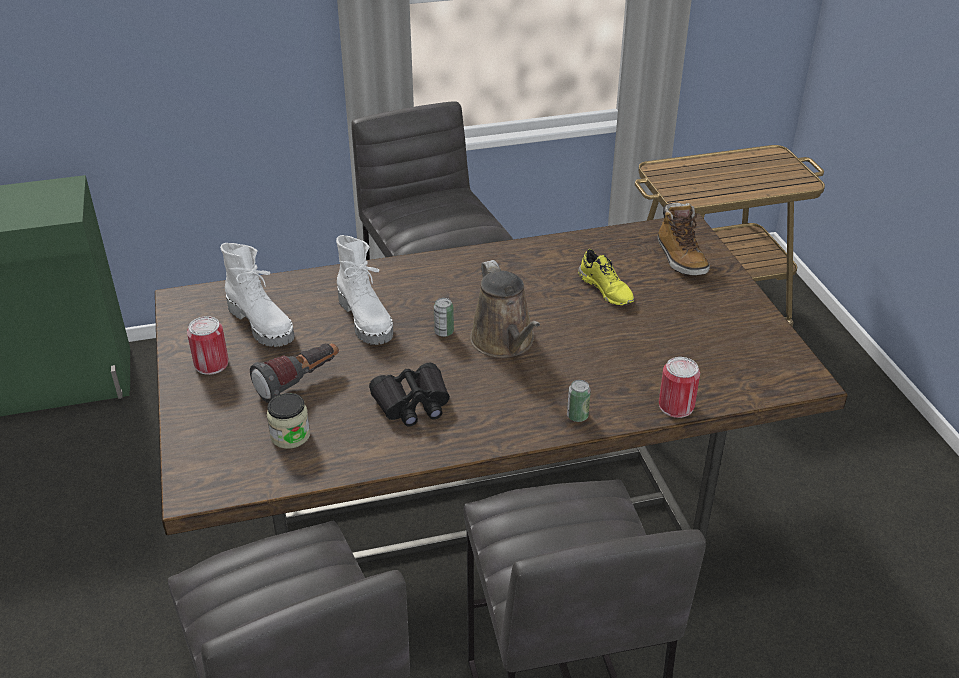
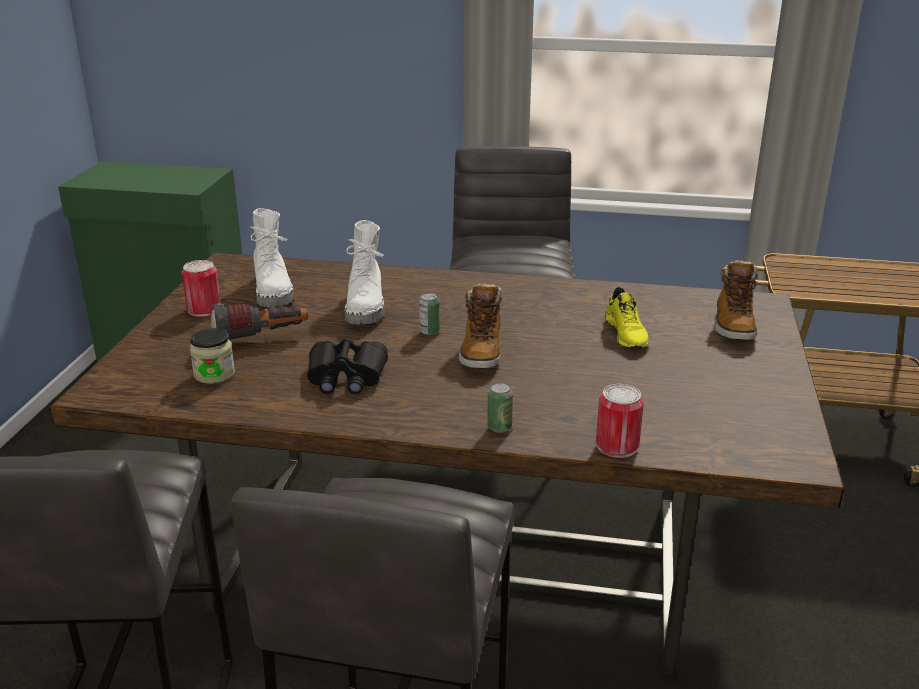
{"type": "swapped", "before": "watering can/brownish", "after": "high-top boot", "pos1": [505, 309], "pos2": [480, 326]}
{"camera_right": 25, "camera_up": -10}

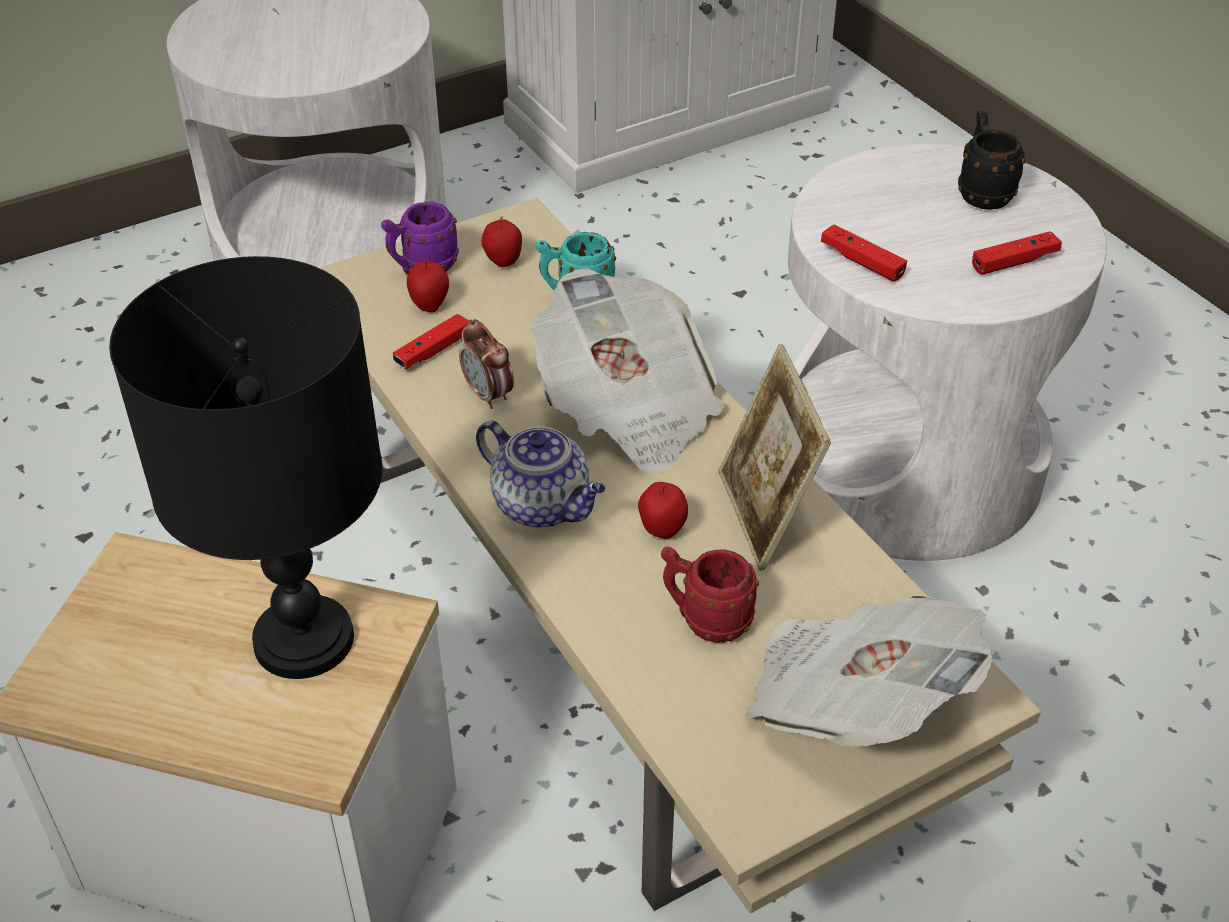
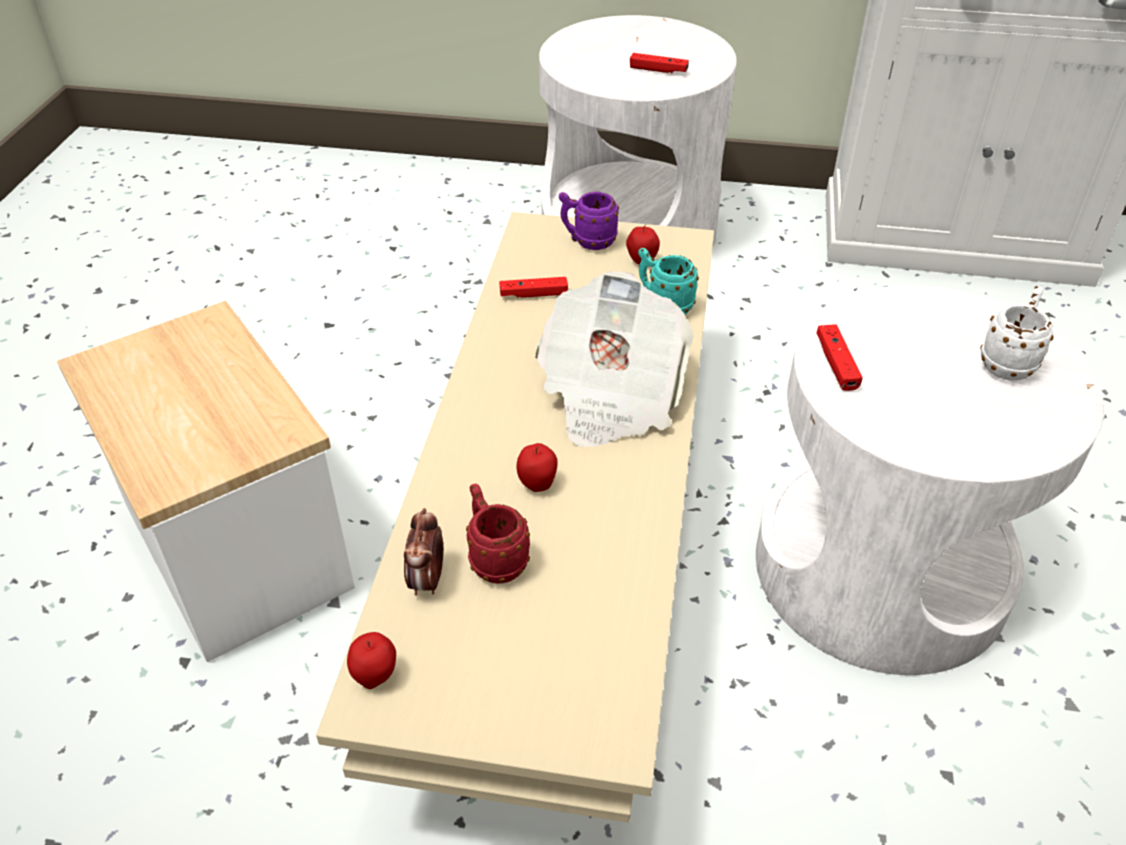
{"type": "gone", "before": "tabletop lamp/black-coloured", "pos1": [246, 467]}
{"type": "shifted", "before": "apple", "pos1": [428, 286], "pos2": [371, 660]}
{"type": "shifted", "before": "alarm clock", "pos1": [486, 364], "pos2": [423, 552]}
{"type": "gone", "before": "tea pot", "pos1": [540, 474]}
{"type": "gone", "before": "standing frame", "pos1": [775, 457]}
{"type": "gone", "before": "daily paper", "pos1": [869, 671]}
{"type": "repainted", "before": "coffee mug/black-coloured", "after": "coffee mug/whitish", "pos1": [991, 160], "pos2": [1017, 333]}
{"type": "shifted", "before": "gamepad/red", "pos1": [1017, 253], "pos2": [659, 63]}
{"camera_right": 40, "camera_up": 0}

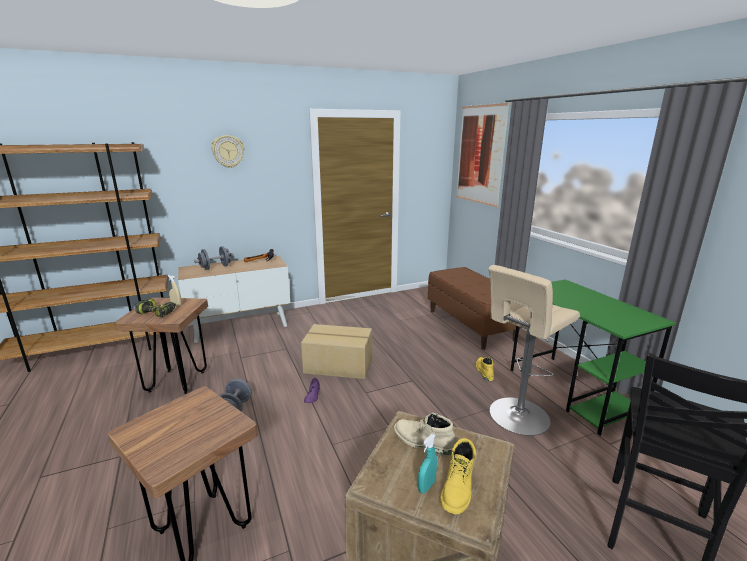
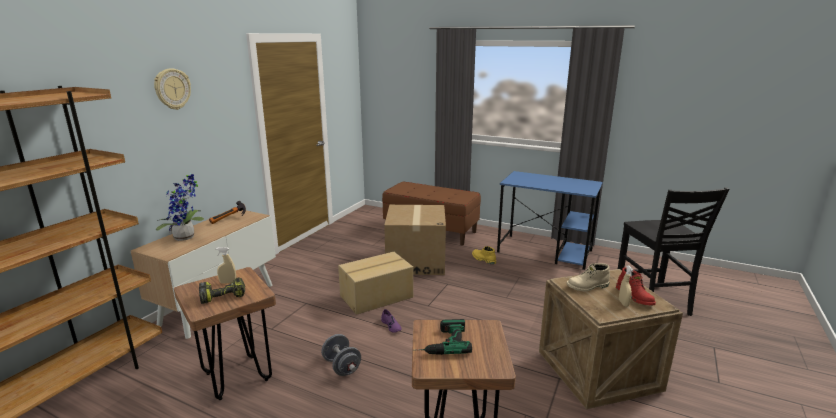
{"type": "swapped", "before": "hand weight/greyish", "after": "houseplant", "pos1": [214, 258], "pos2": [180, 207]}
{"type": "repainted", "before": "sprayer/turquoise-coloured", "after": "sprayer/beige-coloured", "pos1": [427, 464], "pos2": [626, 286]}
{"type": "repainted", "before": "high-top boot/yellow", "after": "high-top boot/red", "pos1": [458, 476], "pos2": [636, 286]}
{"type": "gone", "before": "wall picture", "pos1": [482, 155]}
{"type": "gone", "before": "stool/beige-coloured", "pos1": [534, 350]}
{"type": "repainted", "before": "desk/green", "after": "desk/bluish", "pos1": [593, 357], "pos2": [550, 220]}
{"type": "new", "after": "cardboard box", "pos2": [415, 240]}
{"type": "new", "after": "power drill", "pos2": [445, 337]}
{"camera_right": -40, "camera_up": 0}

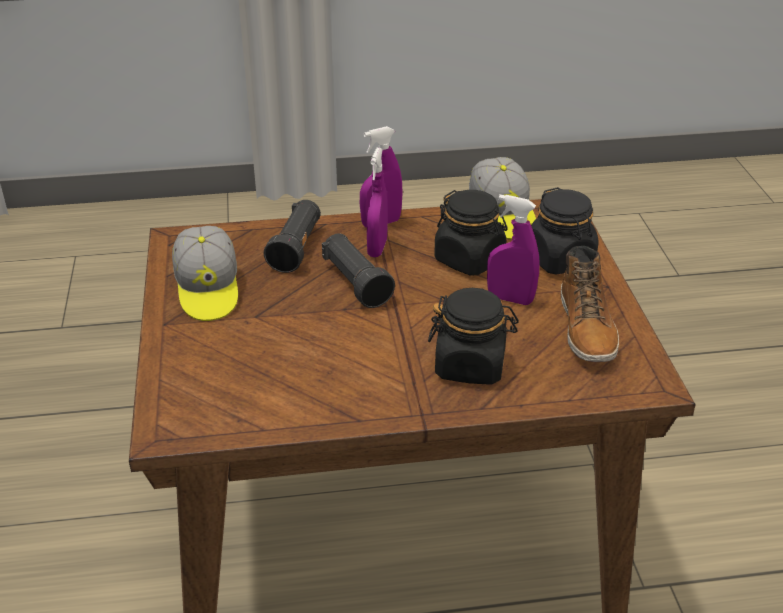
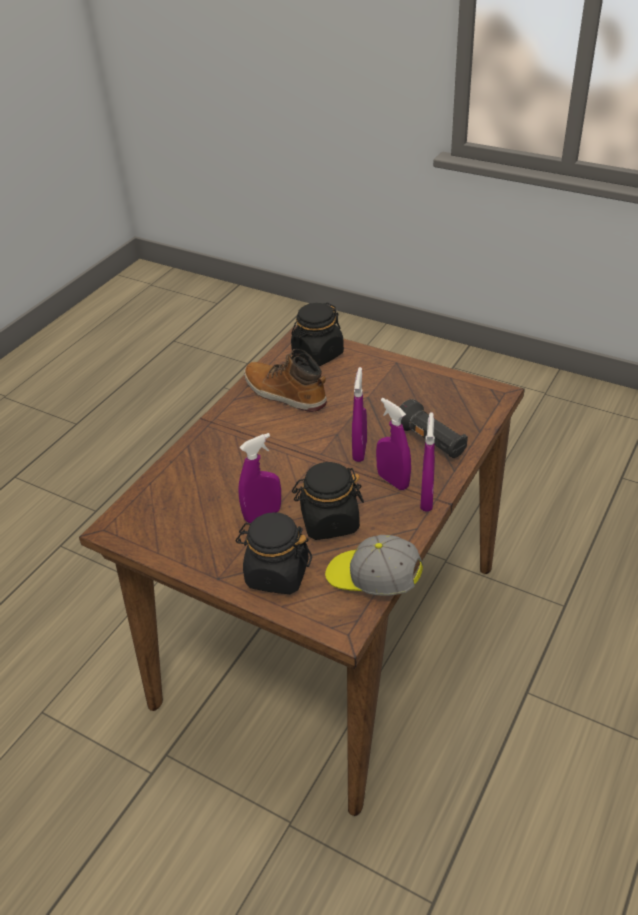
{"type": "gone", "before": "cap", "pos1": [205, 273]}
{"type": "swapped", "before": "hand torch/black-coloured", "after": "sprayer/purple", "pos1": [358, 270], "pos2": [359, 414]}
{"type": "shifted", "before": "preserve jar/black-coloured", "pos1": [473, 336], "pos2": [317, 334]}
{"type": "shifted", "before": "high-top boot", "pos1": [590, 304], "pos2": [285, 380]}
{"camera_right": 130, "camera_up": 5}

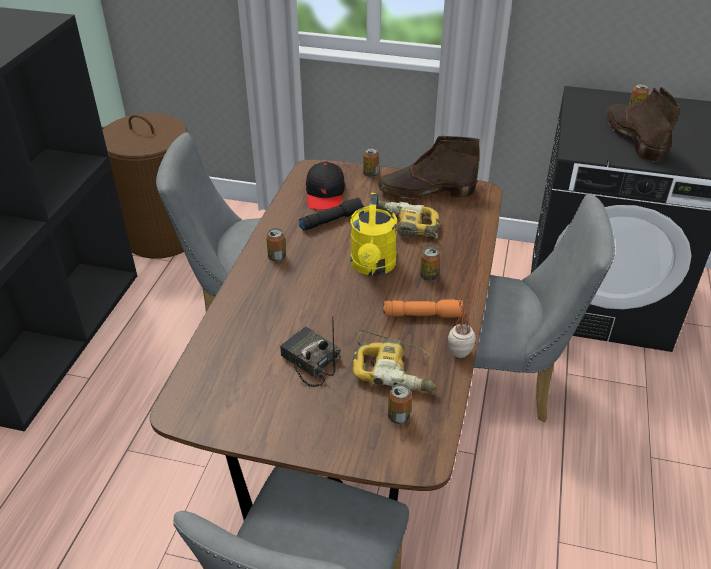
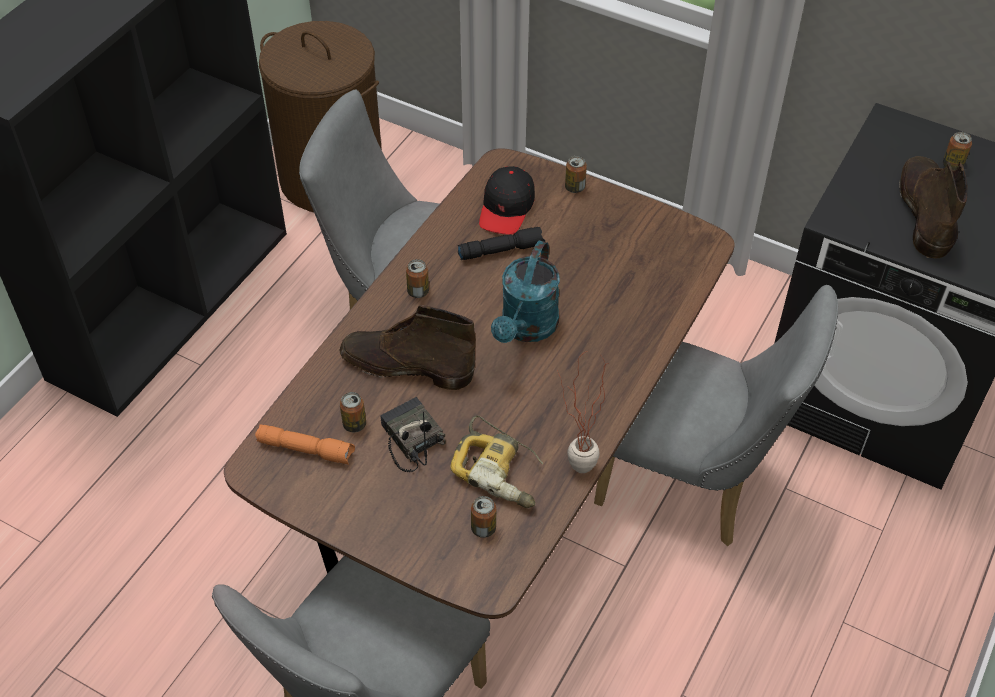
{"type": "repainted", "before": "watering can/yellow", "after": "watering can/turquoise-coloured", "pos1": [373, 234], "pos2": [525, 291]}
{"type": "shifted", "before": "high-top boot/brownish", "pos1": [429, 167], "pos2": [408, 347]}
{"type": "gone", "before": "power drill", "pos1": [409, 220]}
{"type": "shifted", "before": "hand torch/orange-coloured", "pos1": [424, 309], "pos2": [305, 444]}
{"type": "shifted", "before": "metal can", "pos1": [430, 264], "pos2": [353, 412]}
{"camera_right": 15, "camera_up": 10}

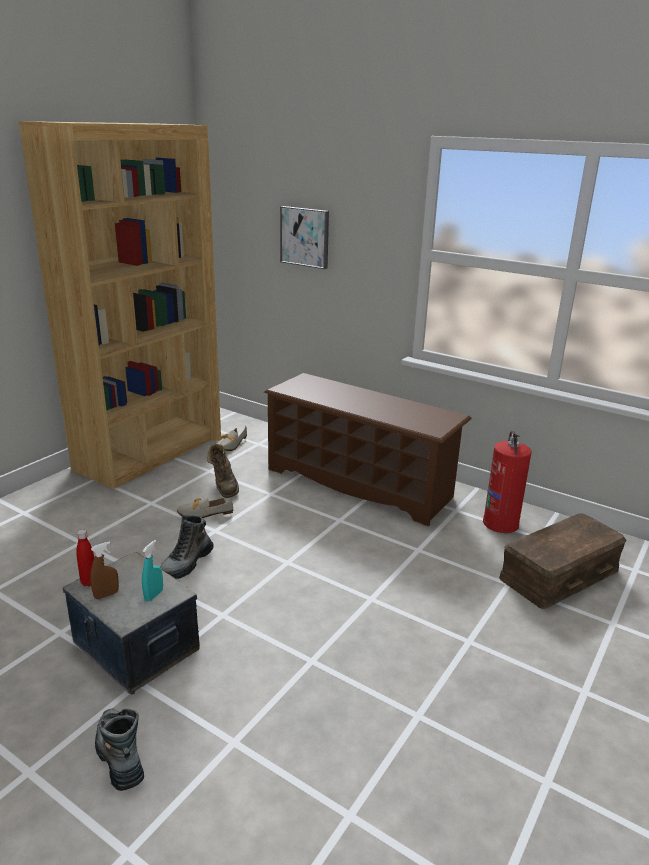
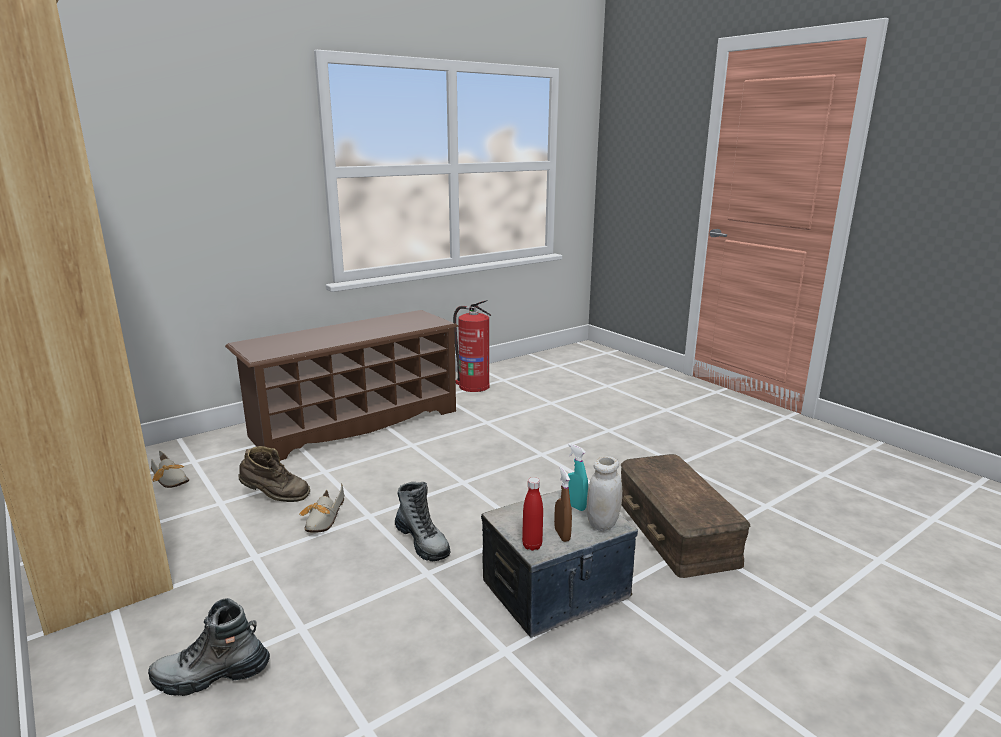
{"type": "shifted", "before": "high-top boot", "pos1": [119, 750], "pos2": [209, 647]}
{"type": "gone", "before": "wall picture", "pos1": [304, 237]}
{"type": "shifted", "before": "storage container/brownish", "pos1": [562, 561], "pos2": [686, 516]}
{"type": "new", "after": "preserve jar/whitish", "pos2": [604, 493]}
{"camera_right": -70, "camera_up": -5}

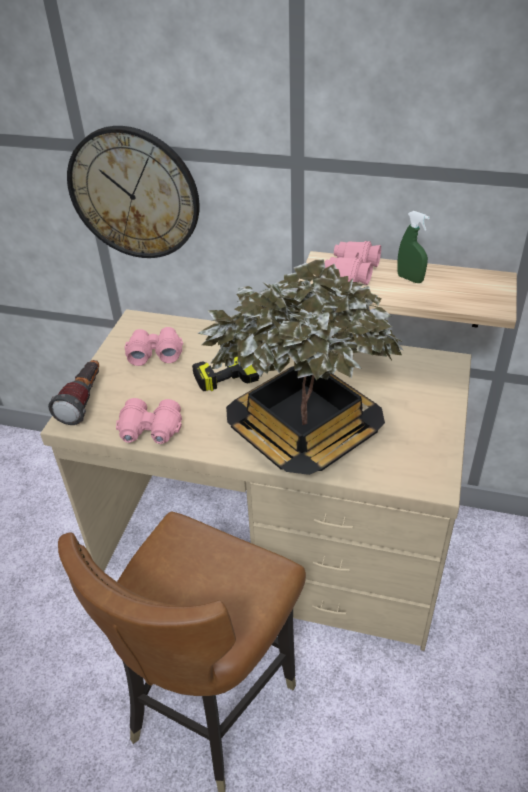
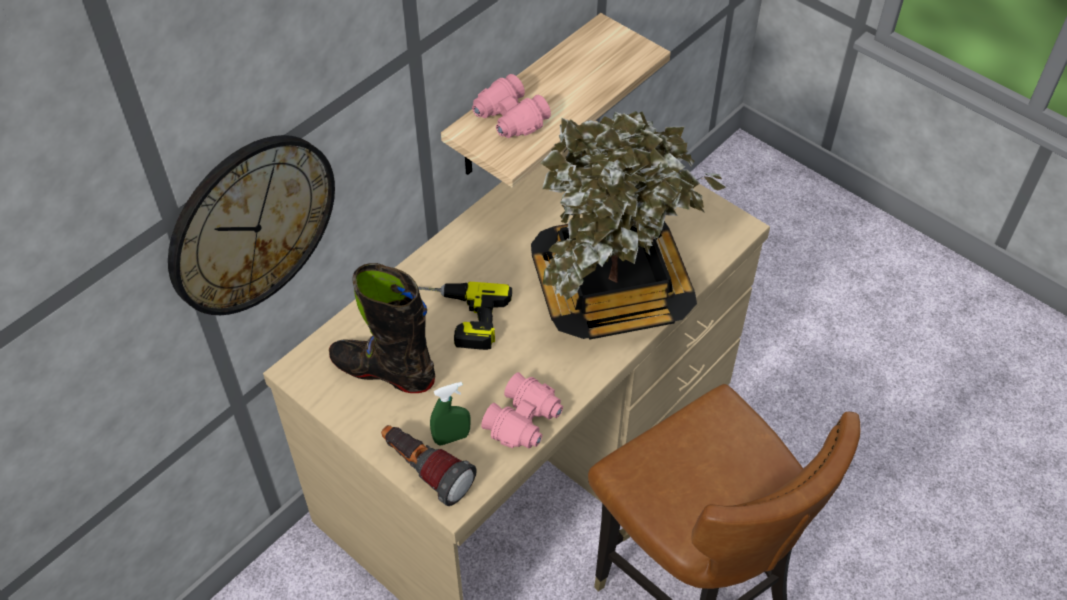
{"type": "swapped", "before": "pair of binoculars/pinkish", "after": "high-top boot/black-coloured", "pos1": [153, 346], "pos2": [382, 328]}
{"type": "shifted", "before": "sprayer/green", "pos1": [413, 247], "pos2": [450, 413]}
{"camera_right": -65, "camera_up": 10}

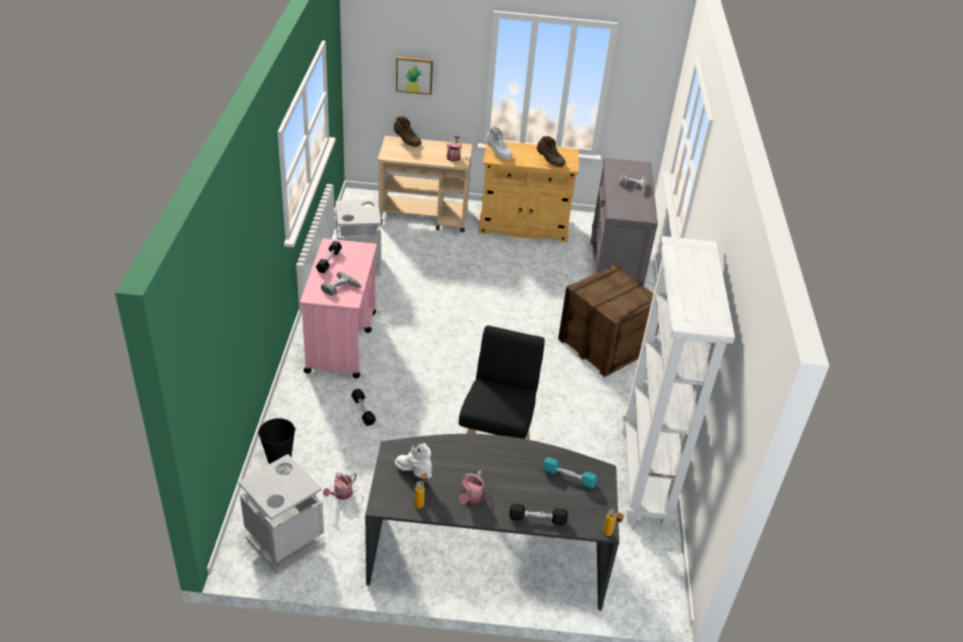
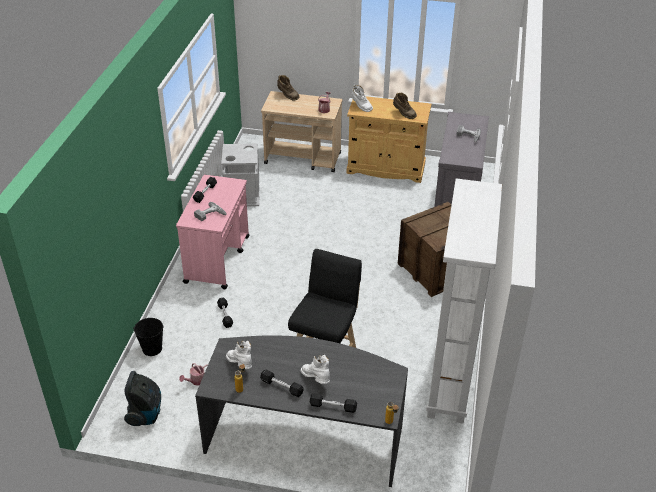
{"type": "swapped", "before": "waste bin/greyish", "after": "vacuum cleaner", "pos1": [281, 514], "pos2": [142, 398]}
{"type": "gone", "before": "wall picture", "pos1": [414, 75]}
{"type": "swapped", "before": "watering can", "after": "hand weight/black-coloured", "pos1": [472, 487], "pos2": [282, 383]}
{"type": "gone", "before": "hand weight/turquoise-coloured", "pos1": [570, 473]}
{"type": "new", "after": "high-top boot/whitish", "pos2": [315, 369]}
{"camera_right": 10, "camera_up": 0}

